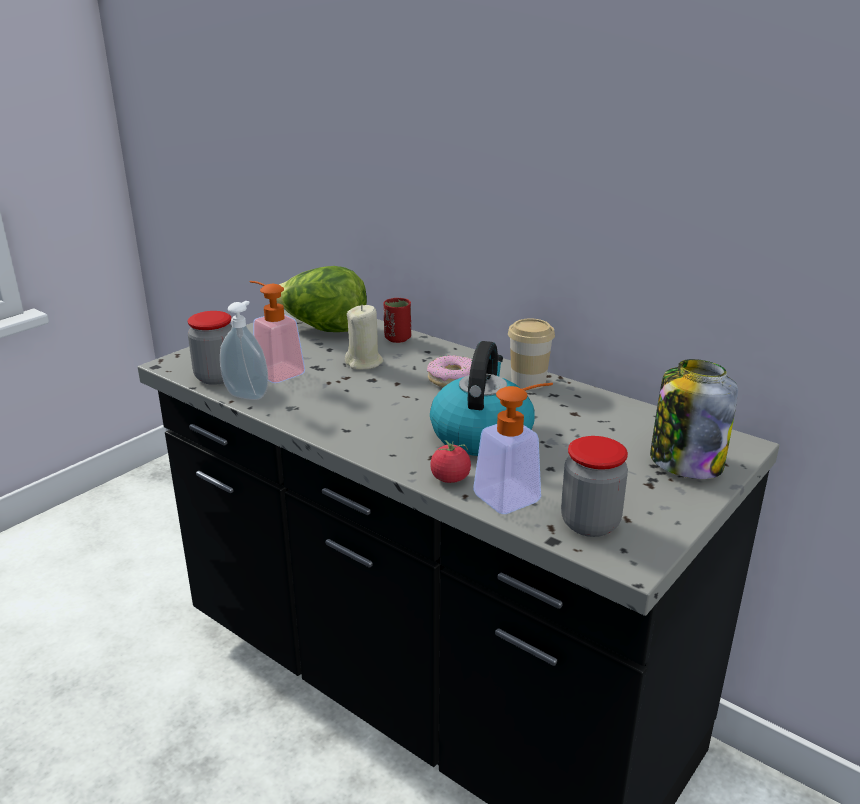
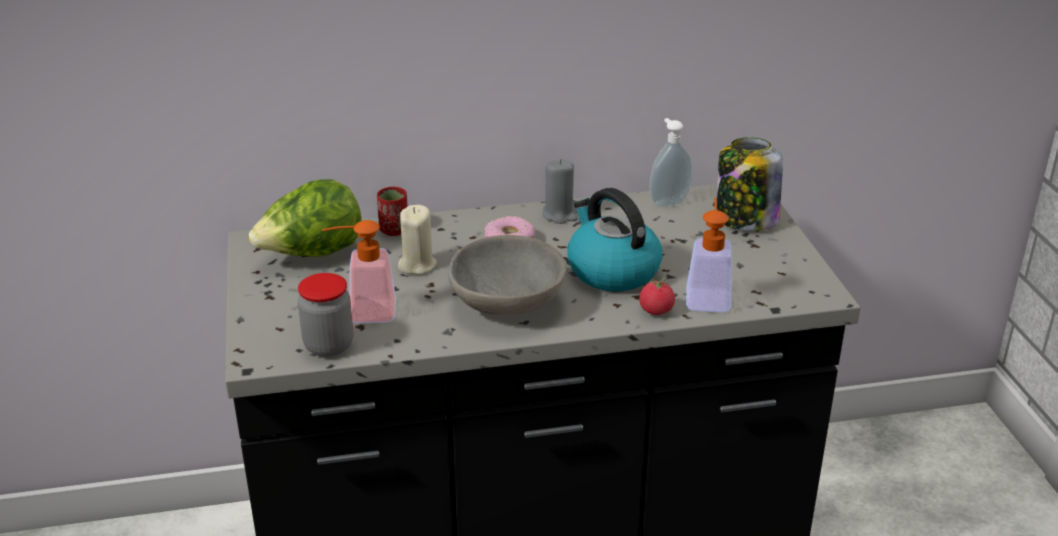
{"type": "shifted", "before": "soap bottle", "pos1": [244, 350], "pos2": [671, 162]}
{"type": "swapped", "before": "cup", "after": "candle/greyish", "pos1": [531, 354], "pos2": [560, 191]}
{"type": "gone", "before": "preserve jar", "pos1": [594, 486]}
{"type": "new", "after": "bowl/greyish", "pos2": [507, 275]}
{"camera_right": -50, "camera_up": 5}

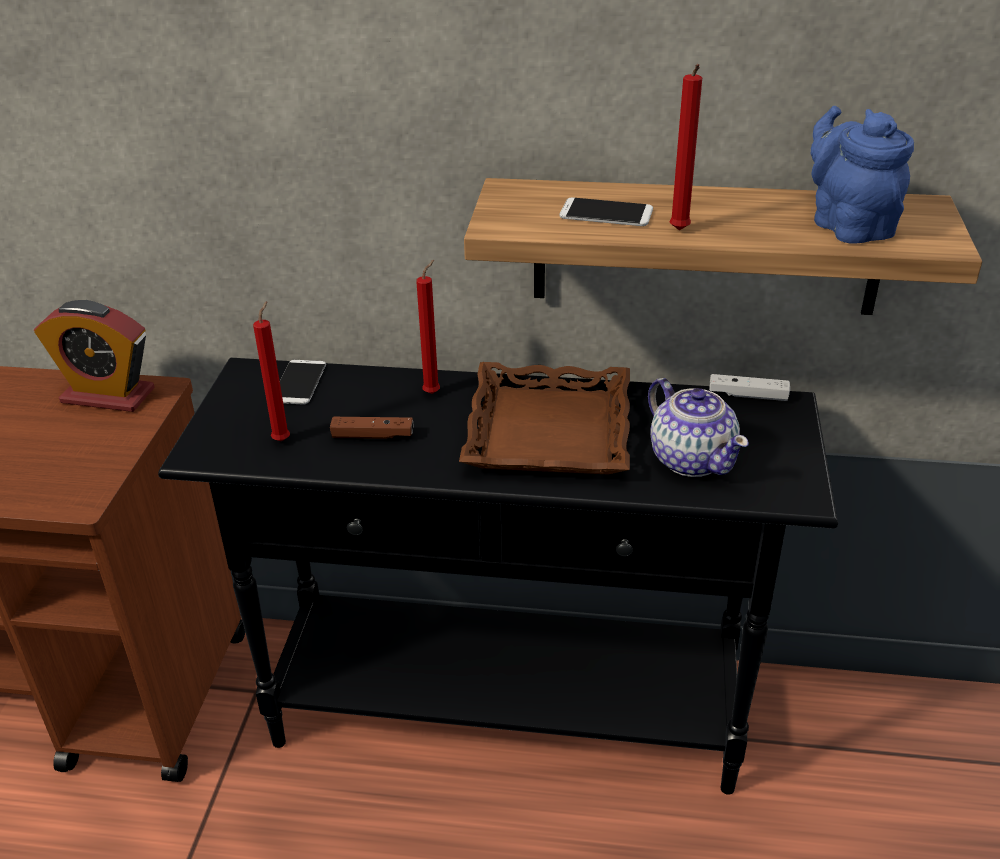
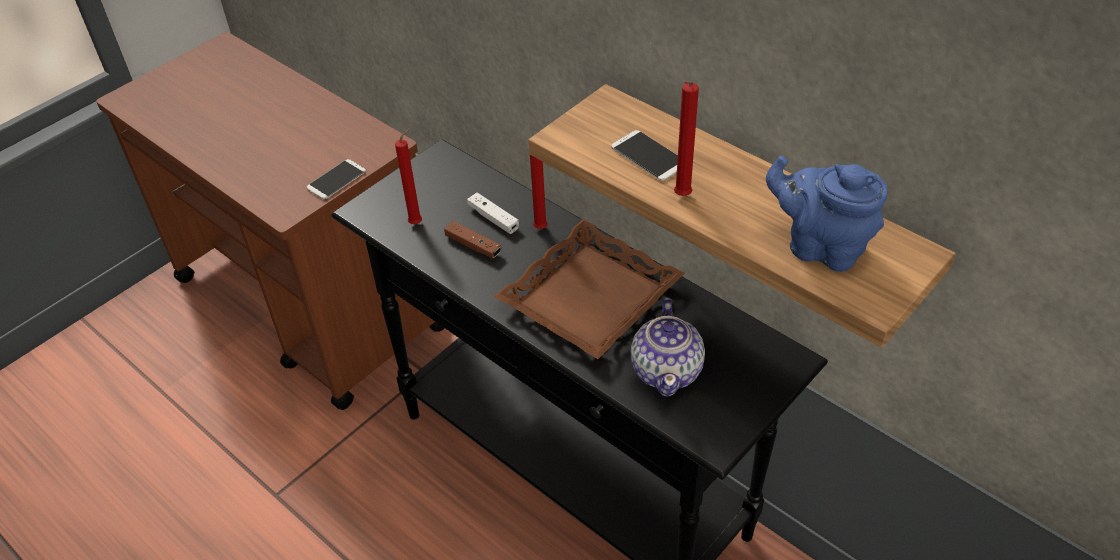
{"type": "gone", "before": "alarm clock", "pos1": [94, 356]}
{"type": "shifted", "before": "handset", "pos1": [303, 382], "pos2": [336, 179]}
{"type": "shifted", "before": "gamepad/whitish", "pos1": [749, 387], "pos2": [493, 213]}
{"type": "rotated", "before": "tea pot/bluish", "pos1": [862, 174], "pos2": [826, 214], "turn": -75}
{"camera_right": 35, "camera_up": 10}

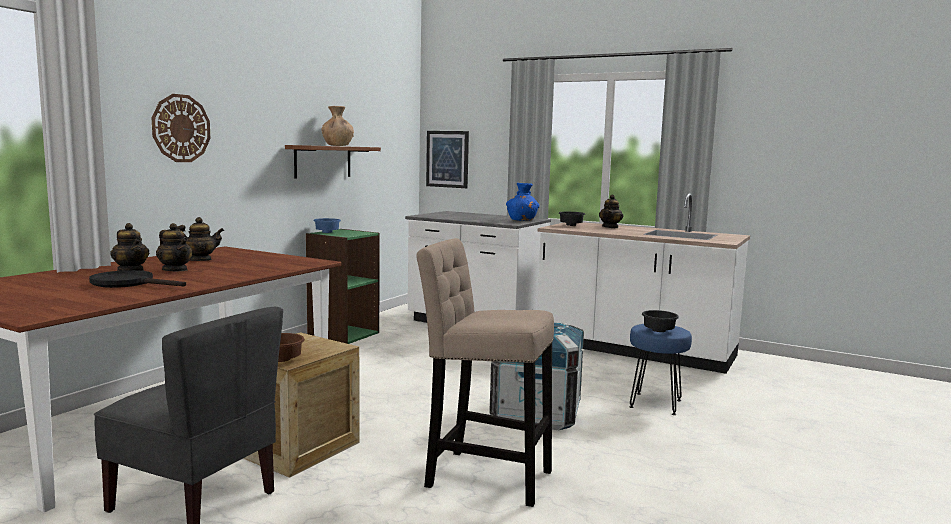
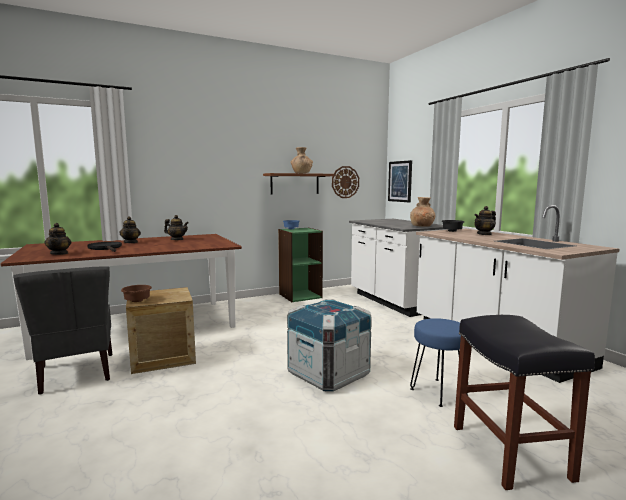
{"type": "shifted", "before": "hanging clock", "pos1": [181, 128], "pos2": [345, 182]}
{"type": "shifted", "before": "tea pot", "pos1": [174, 247], "pos2": [58, 239]}
{"type": "gone", "before": "stool/beige-coloured", "pos1": [485, 372]}
{"type": "repainted", "before": "decorative vase/bluish", "after": "decorative vase/brownish", "pos1": [522, 202], "pos2": [423, 212]}
{"type": "gone", "before": "bowl/black-coloured", "pos1": [660, 321]}
{"type": "new", "after": "stool/black-coloured", "pos2": [524, 402]}
{"camera_right": 35, "camera_up": 0}

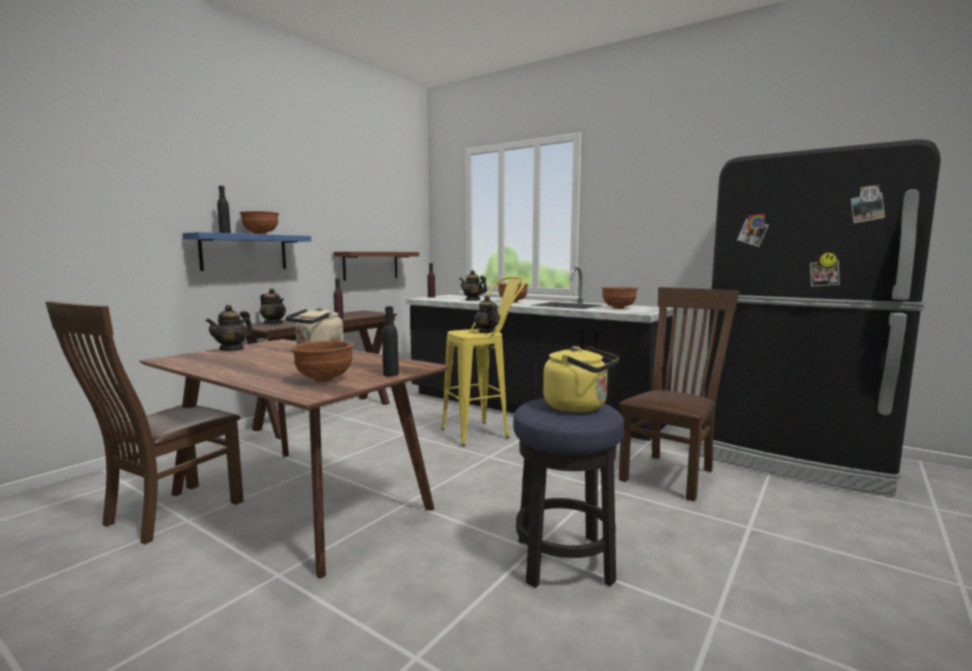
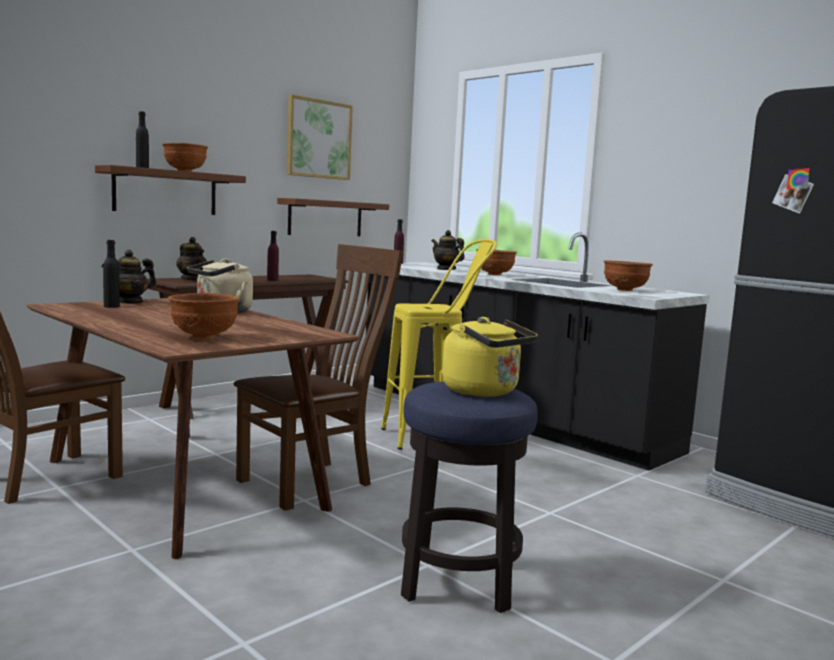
{"type": "repainted", "before": "shelf/bluish", "after": "shelf/brownish", "pos1": [247, 251], "pos2": [170, 190]}
{"type": "shifted", "before": "beverage bottle/black-coloured", "pos1": [390, 341], "pos2": [111, 274]}
{"type": "gone", "before": "tea pot", "pos1": [487, 314]}
{"type": "shifted", "before": "upright chair/brownish", "pos1": [679, 394], "pos2": [318, 377]}
{"type": "new", "after": "wall picture", "pos2": [320, 137]}
{"camera_right": 10, "camera_up": 0}

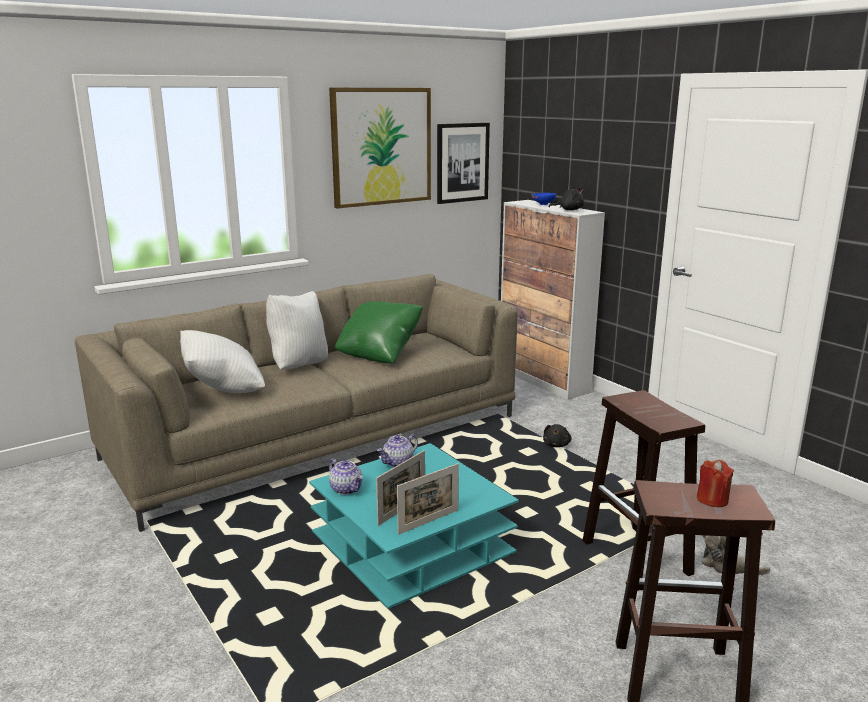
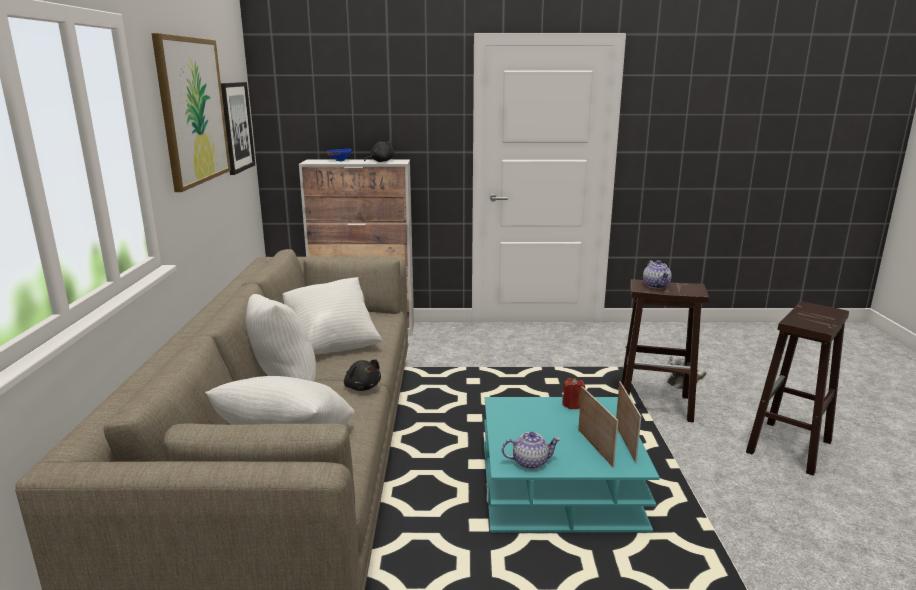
{"type": "repainted", "before": "throw pillow/green", "after": "throw pillow/whitish", "pos1": [379, 332], "pos2": [332, 315]}
{"type": "shifted", "before": "tea pot", "pos1": [397, 451], "pos2": [657, 274]}
{"type": "shifted", "before": "plush toy/black-coloured", "pos1": [557, 435], "pos2": [362, 375]}
{"type": "shifted", "before": "candle/red", "pos1": [715, 483], "pos2": [573, 393]}
{"camera_right": -55, "camera_up": 0}

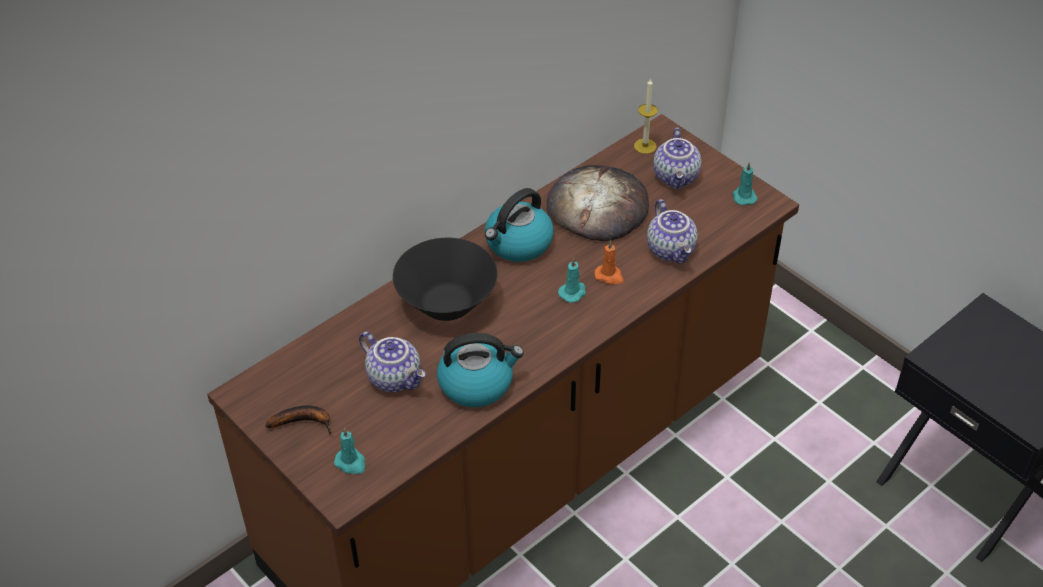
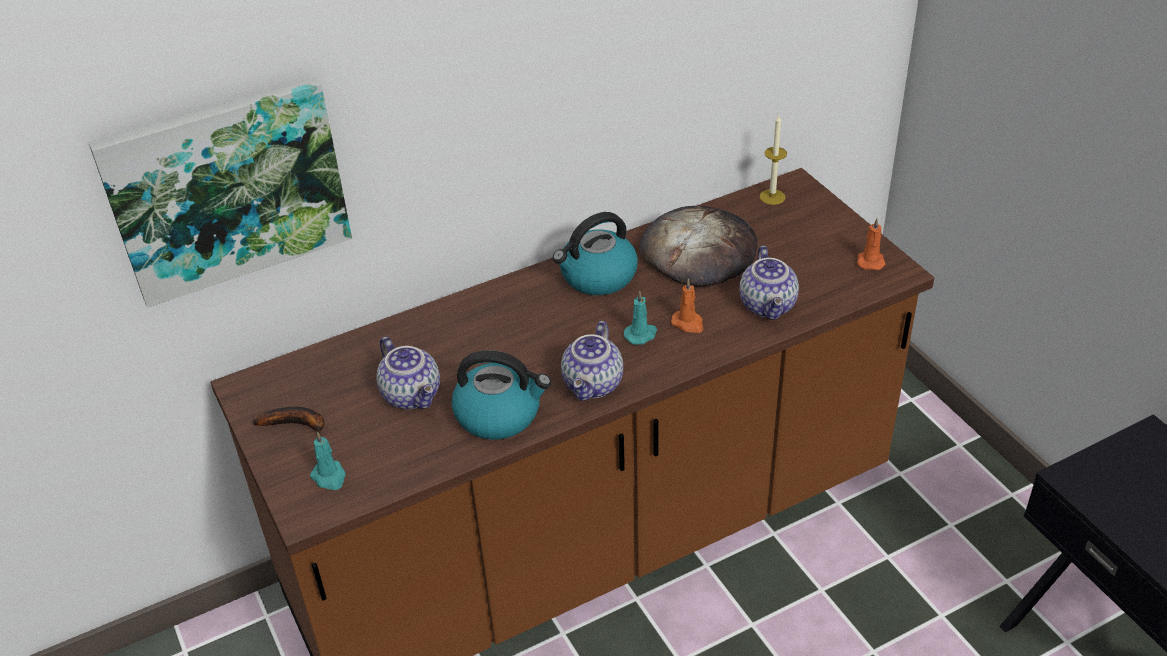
{"type": "gone", "before": "bowl/black-coloured", "pos1": [445, 279]}
{"type": "shifted", "before": "tea pot", "pos1": [677, 158], "pos2": [592, 361]}
{"type": "repainted", "before": "candle/turquoise-coloured", "after": "candle/orange-coloured", "pos1": [745, 183], "pos2": [871, 244]}
{"type": "new", "after": "wall picture", "pos2": [220, 192]}
{"camera_right": 15, "camera_up": -5}

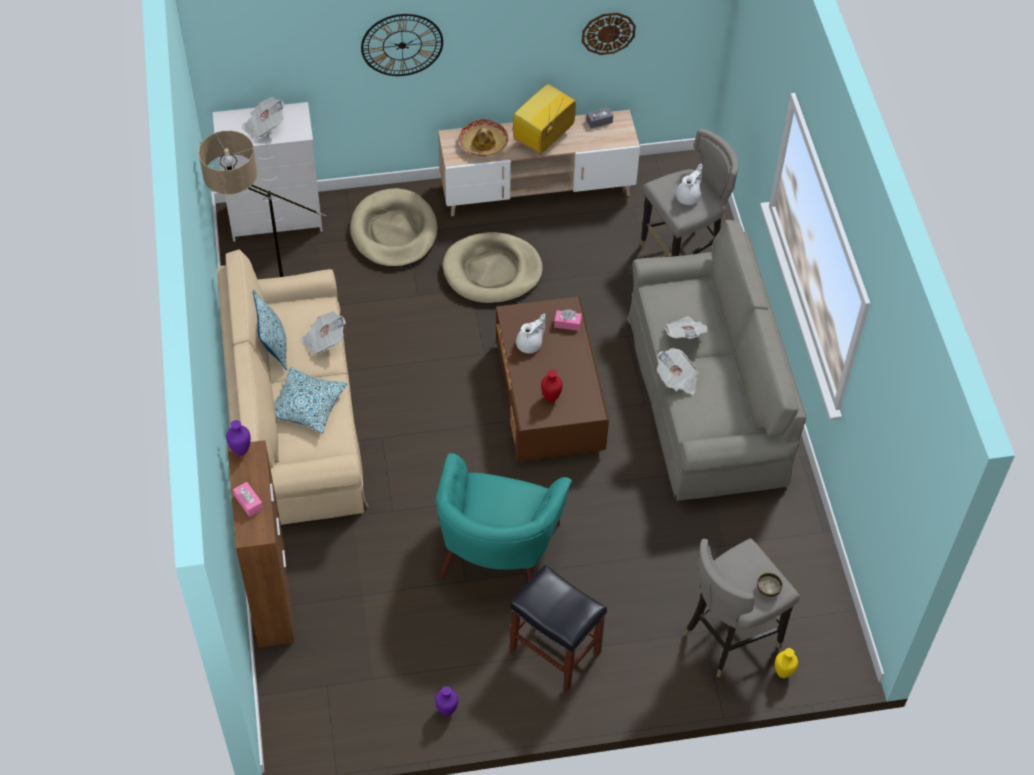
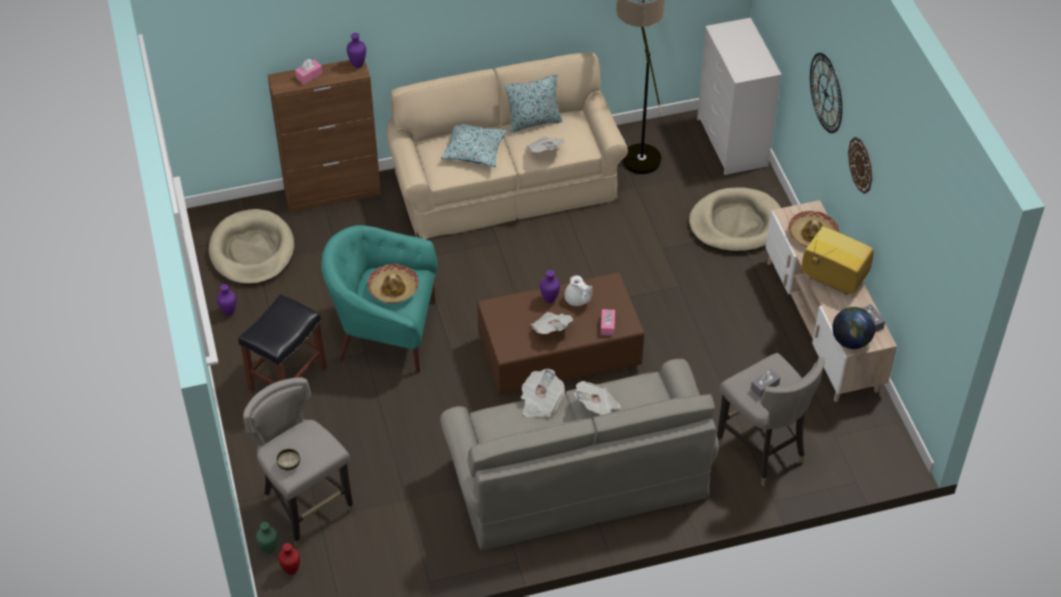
{"type": "shifted", "before": "daily paper", "pos1": [263, 118], "pos2": [552, 323]}
{"type": "shifted", "before": "dog bed/beige-coloured", "pos1": [493, 268], "pos2": [251, 247]}
{"type": "shifted", "before": "decorative vase/red", "pos1": [552, 386], "pos2": [289, 559]}
{"type": "shifted", "before": "hanging clock", "pos1": [609, 34], "pos2": [860, 165]}
{"type": "swapped", "before": "tea pot/whitish", "after": "tissue holder/greyish", "pos1": [689, 184], "pos2": [765, 383]}
{"type": "repainted", "before": "decorative vase/yellow", "after": "decorative vase/green", "pos1": [786, 663], "pos2": [267, 538]}
{"type": "new", "after": "hat", "pos2": [393, 283]}
{"type": "new", "after": "decorative vase/purple", "pos2": [550, 286]}
{"type": "new", "after": "desk globe", "pos2": [853, 328]}
{"camera_right": 85, "camera_up": -5}

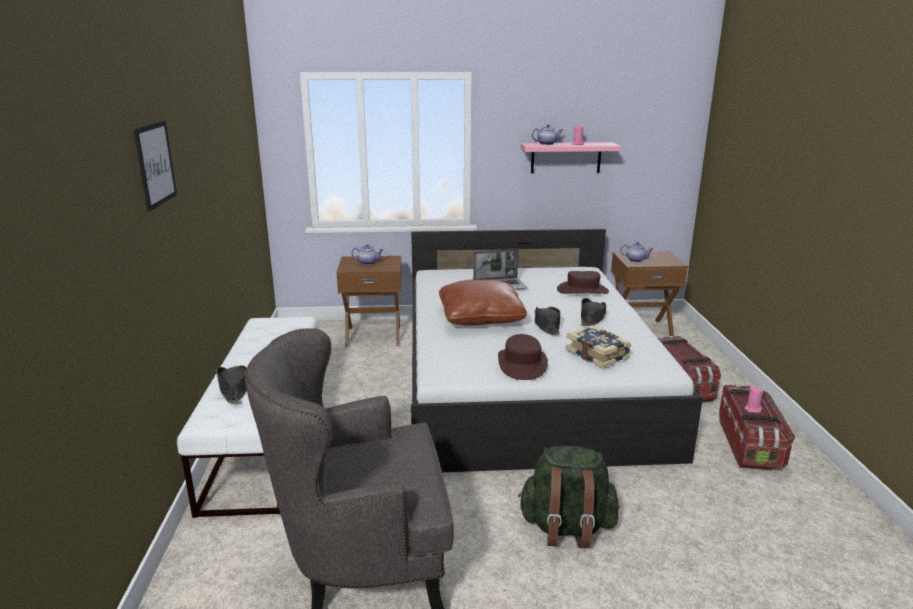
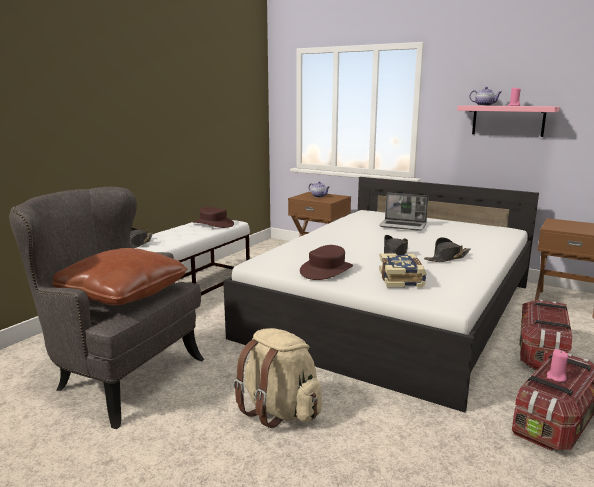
{"type": "gone", "before": "wall picture", "pos1": [155, 166]}
{"type": "shifted", "before": "throw pillow/brownish", "pos1": [483, 302], "pos2": [120, 276]}
{"type": "repainted", "before": "rucksack/green", "after": "rucksack/beige-coloured", "pos1": [569, 497], "pos2": [278, 378]}
{"type": "shifted", "before": "hat/brownish", "pos1": [583, 282], "pos2": [213, 217]}
{"type": "gone", "before": "tea pot", "pos1": [637, 252]}
{"camera_right": 35, "camera_up": -5}

